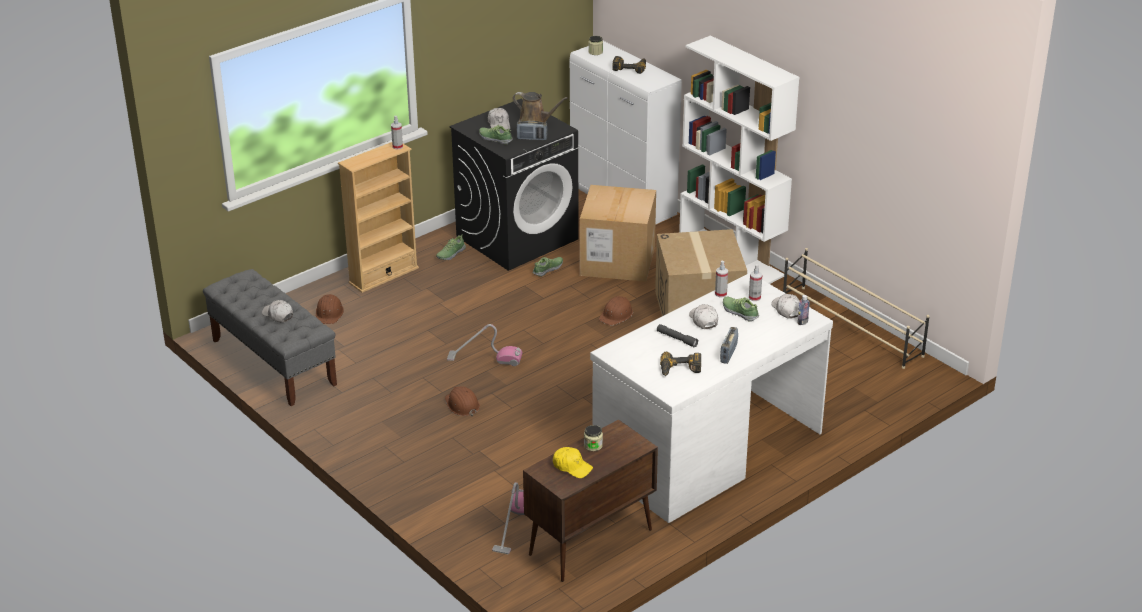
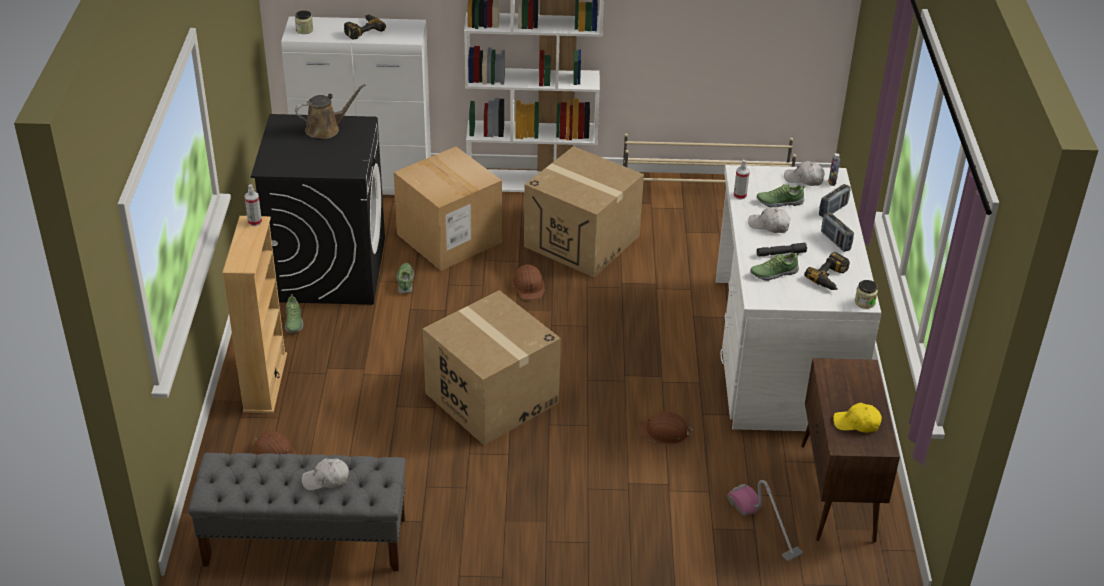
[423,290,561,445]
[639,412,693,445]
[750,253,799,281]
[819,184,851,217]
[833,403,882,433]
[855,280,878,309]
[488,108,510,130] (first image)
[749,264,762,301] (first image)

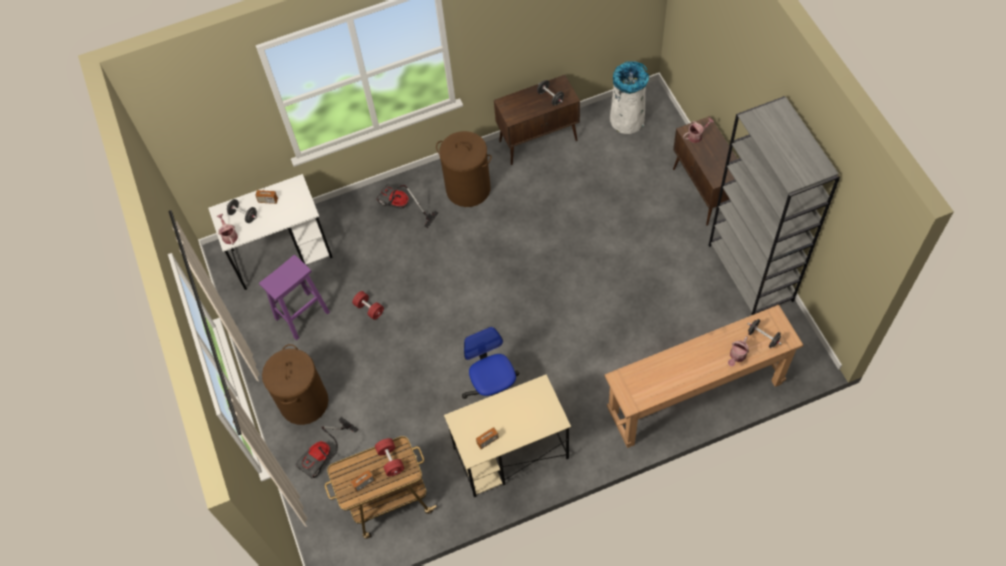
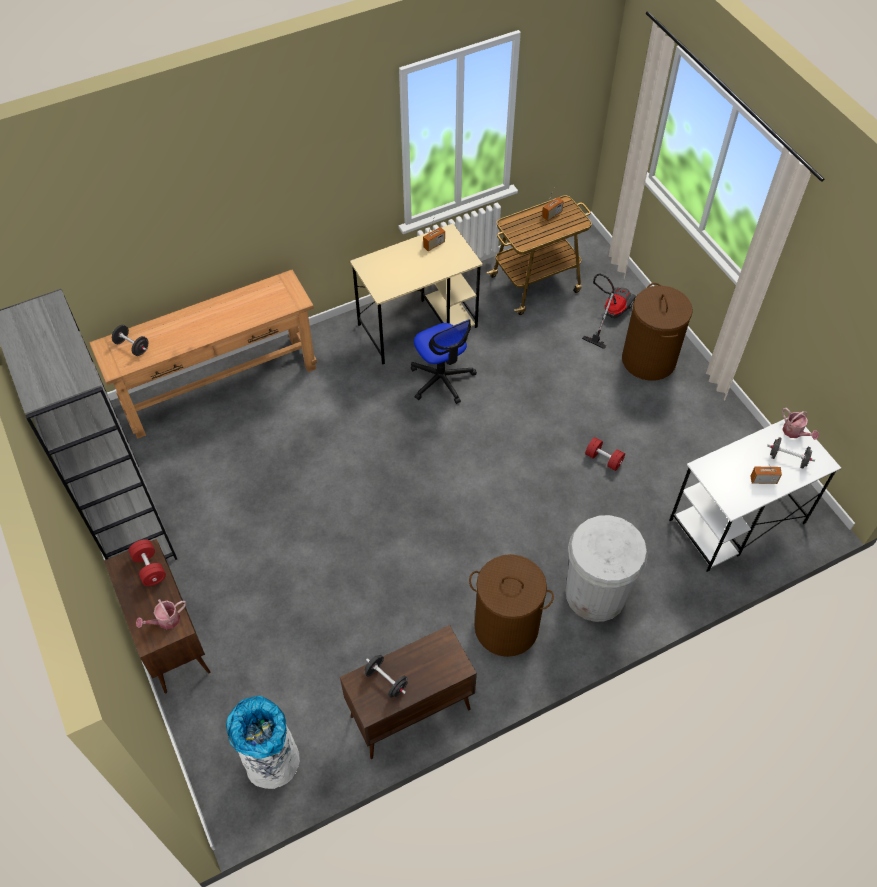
[129,539,166,586]
[565,515,648,622]
[259,255,330,340] (first image)
[728,336,749,367] (first image)

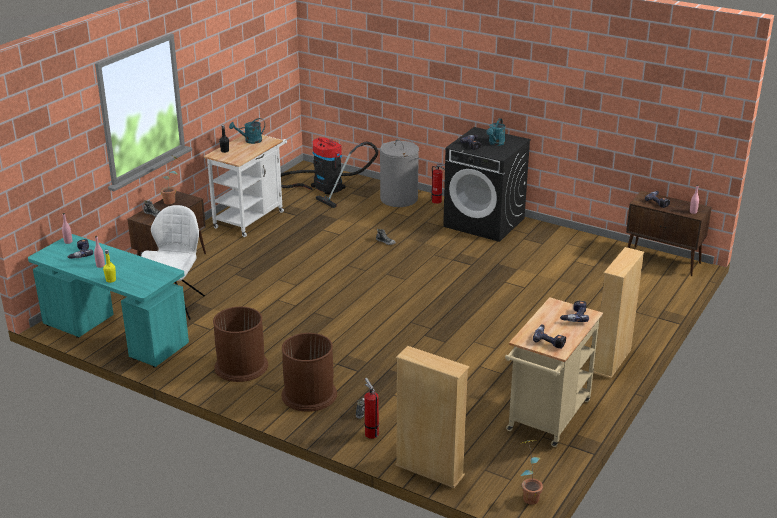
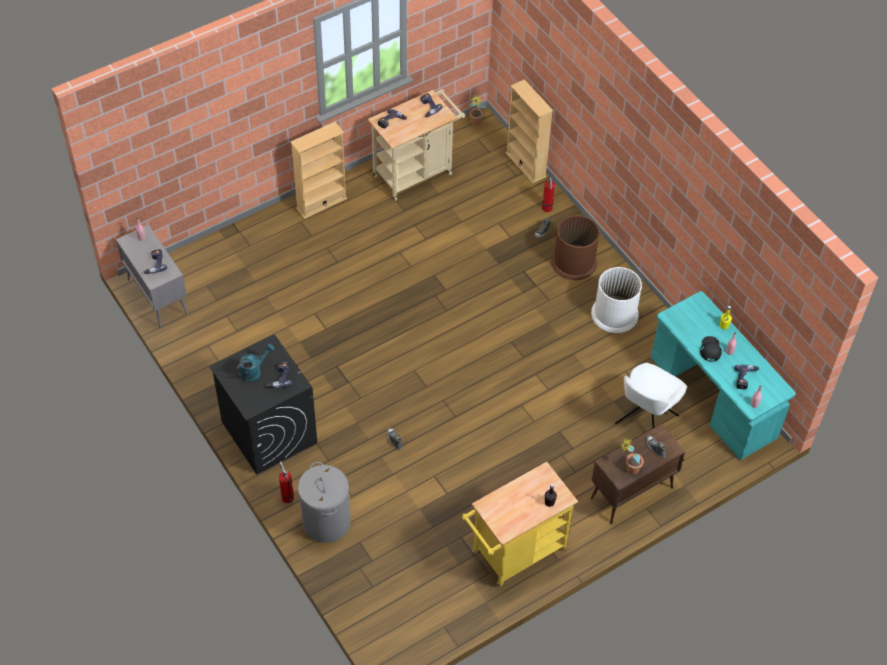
[116,225,188,328]
[462,462,578,587]
[591,267,642,333]
[700,336,722,362]
[229,118,265,144] (first image)
[281,137,378,208] (first image)

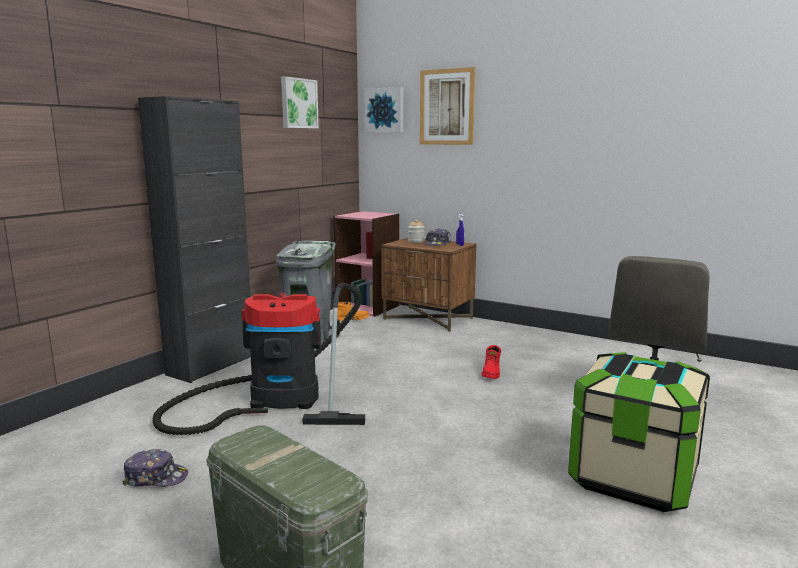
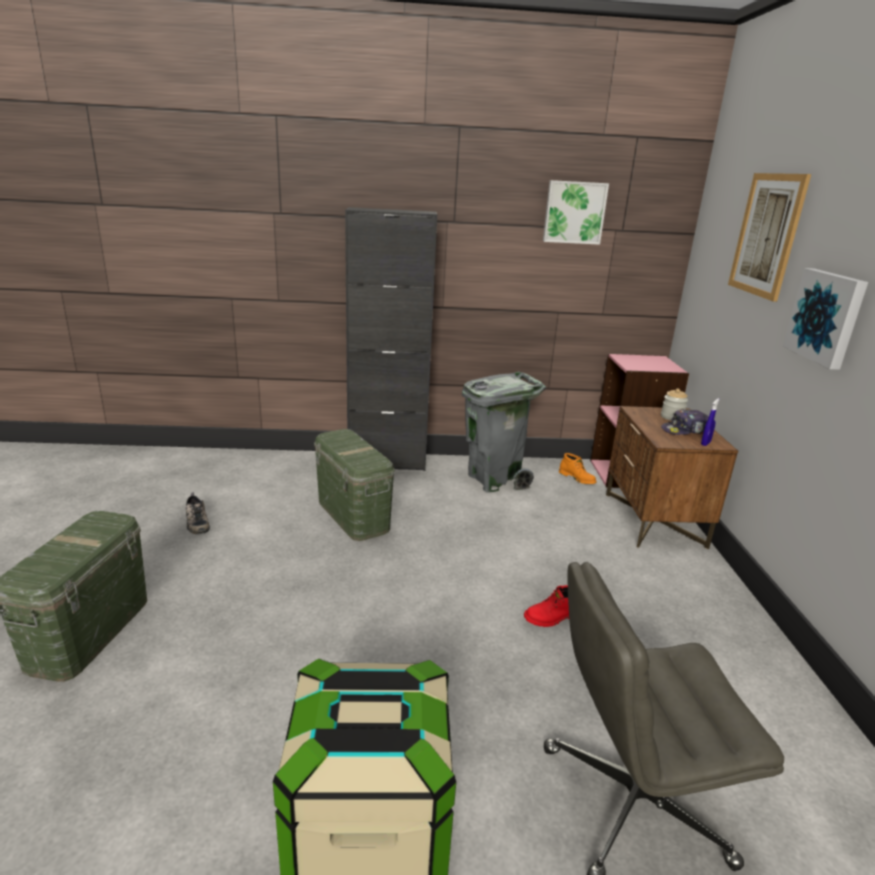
[186,492,210,534]
[314,429,395,541]
[783,268,868,370]

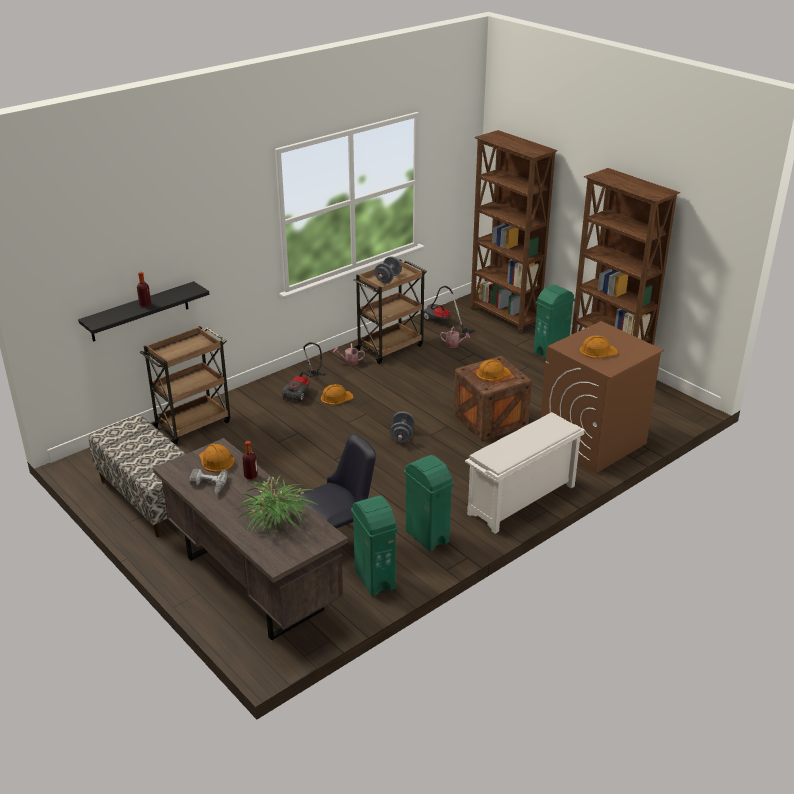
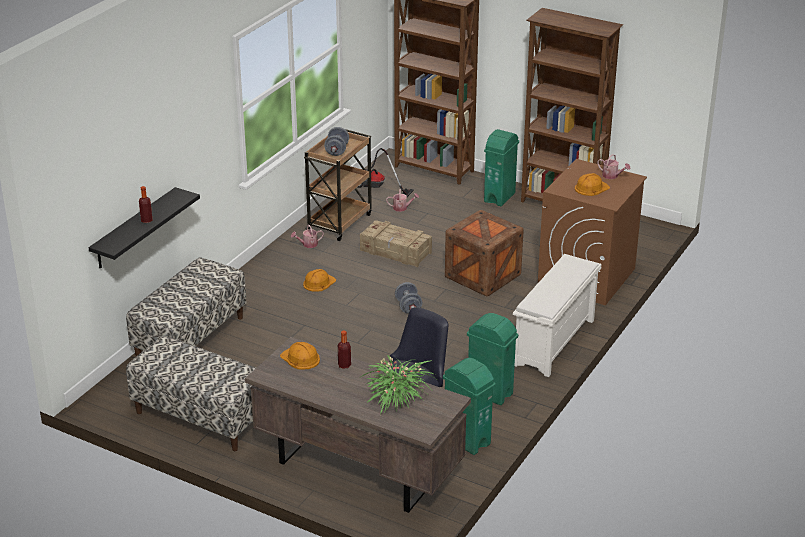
[126,257,246,356]
[360,220,432,267]
[597,154,630,179]
[190,469,228,494] (first image)
[282,342,326,403] (first image)
[477,359,511,382] (first image)

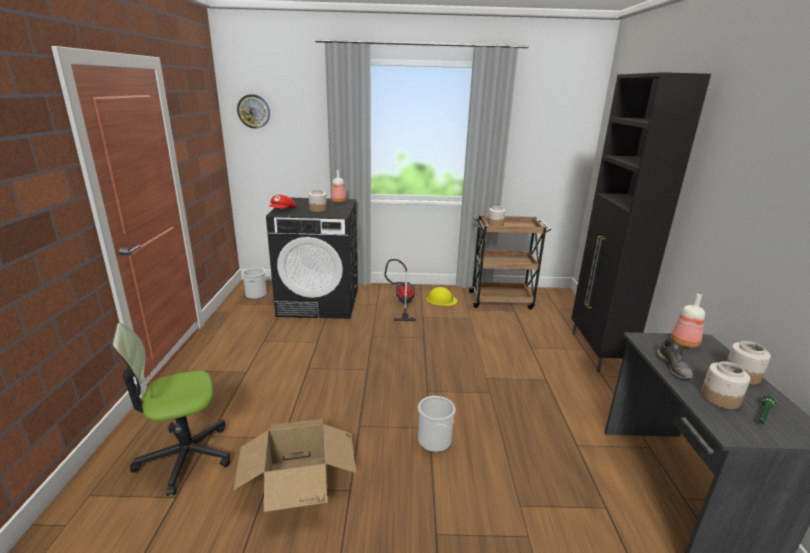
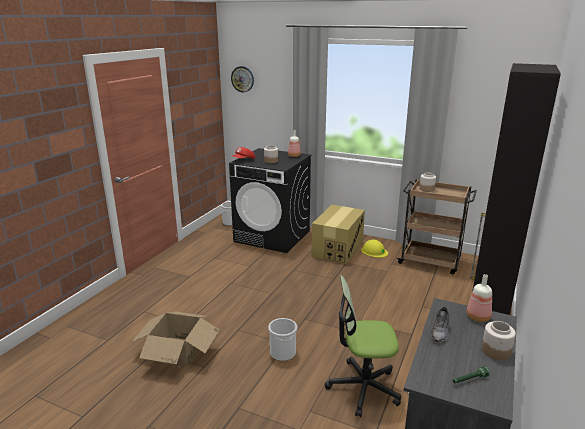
[311,205,365,264]
[325,275,401,417]
[701,361,750,409] (first image)

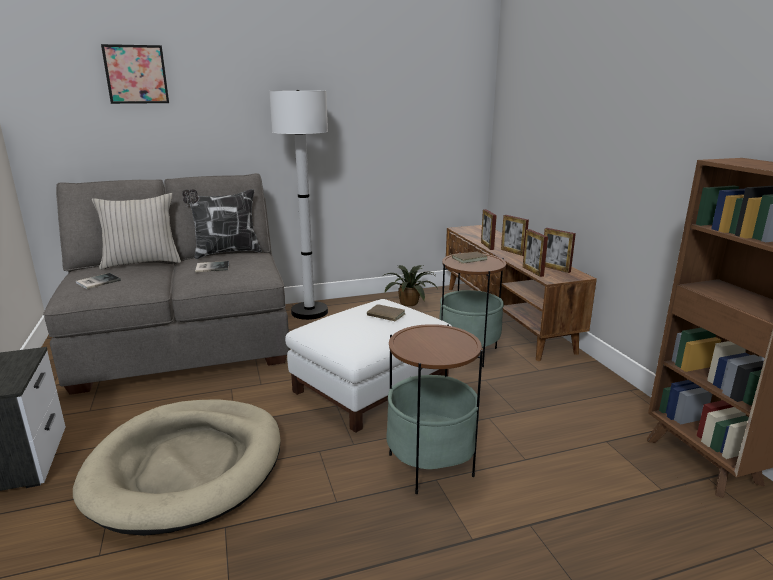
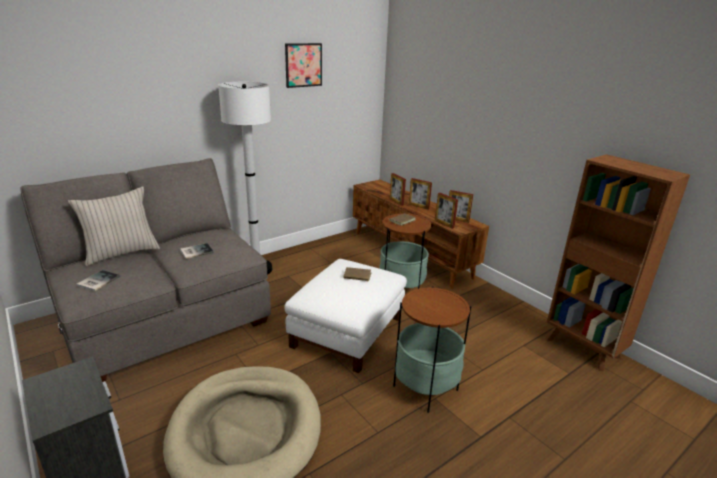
[285,43,322,88]
[182,189,262,259] (first image)
[381,265,438,306] (first image)

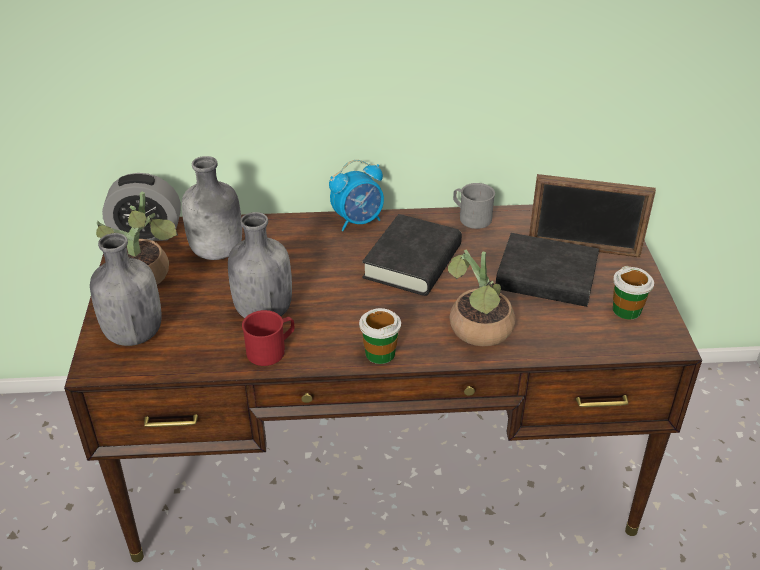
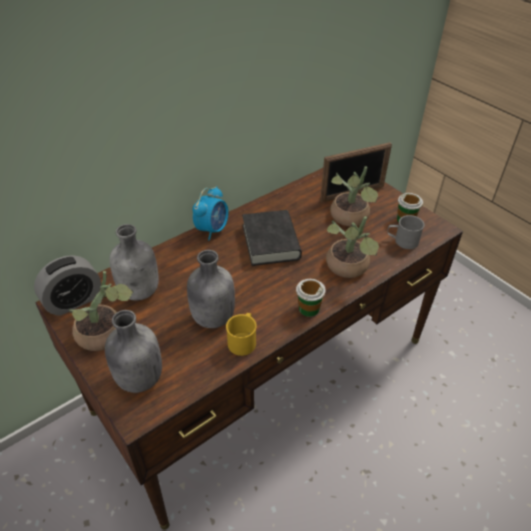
[226,313,257,356]
[331,166,378,226]
[388,215,425,249]

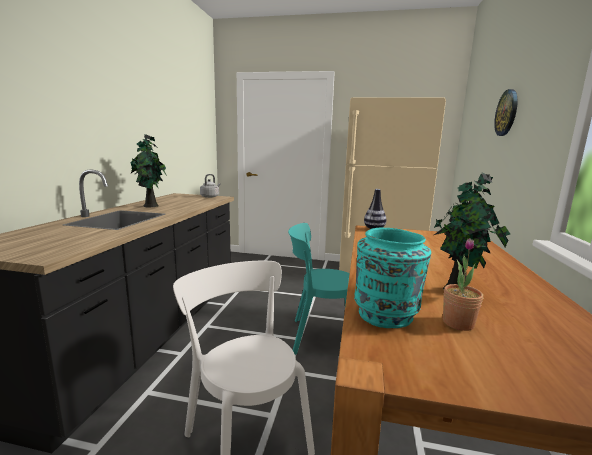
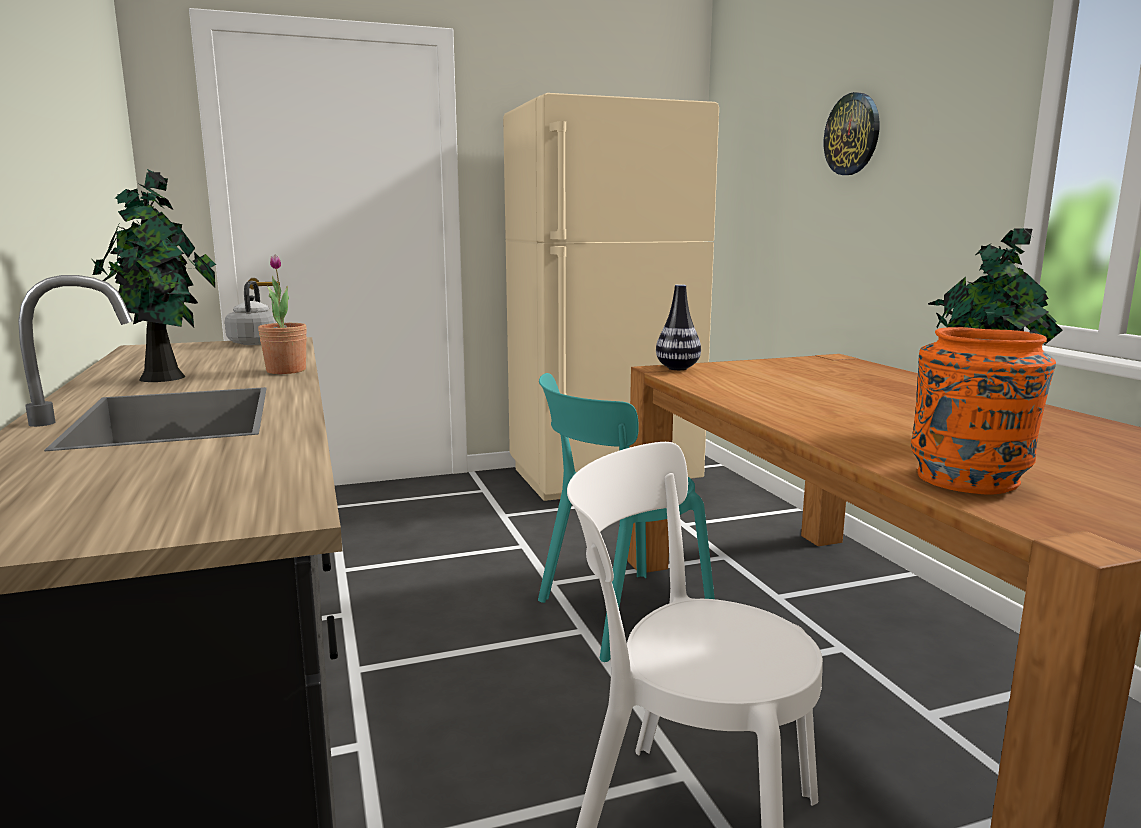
[258,255,307,374]
[911,327,1056,495]

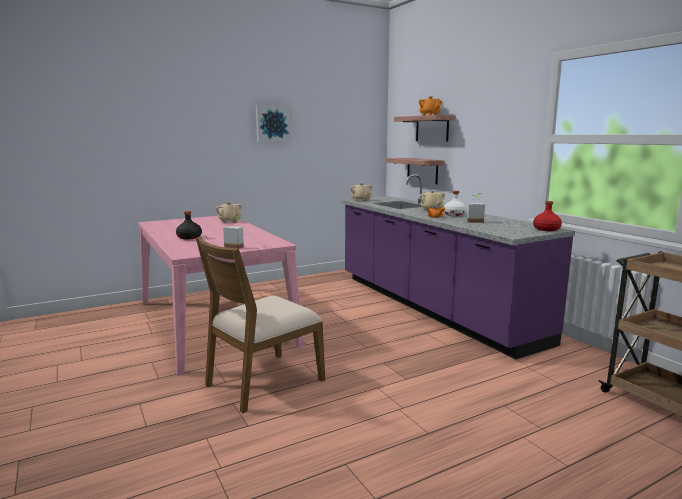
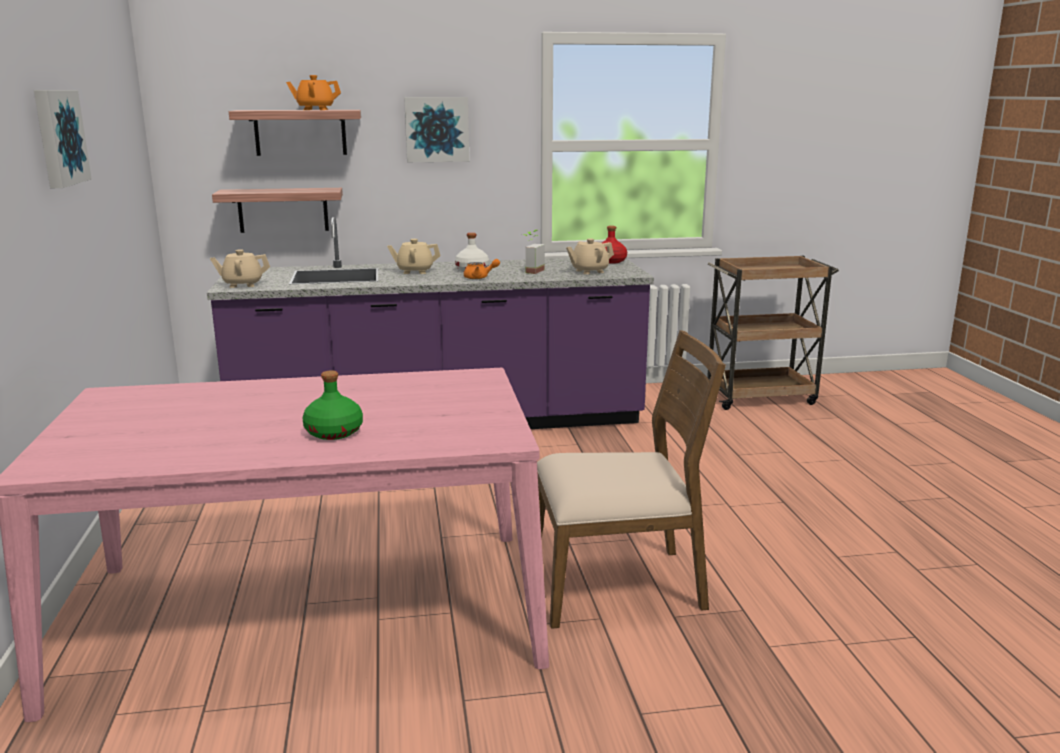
[303,371,363,440]
[404,97,469,162]
[537,330,726,629]
[566,239,614,274]
[223,216,244,249] (first image)

